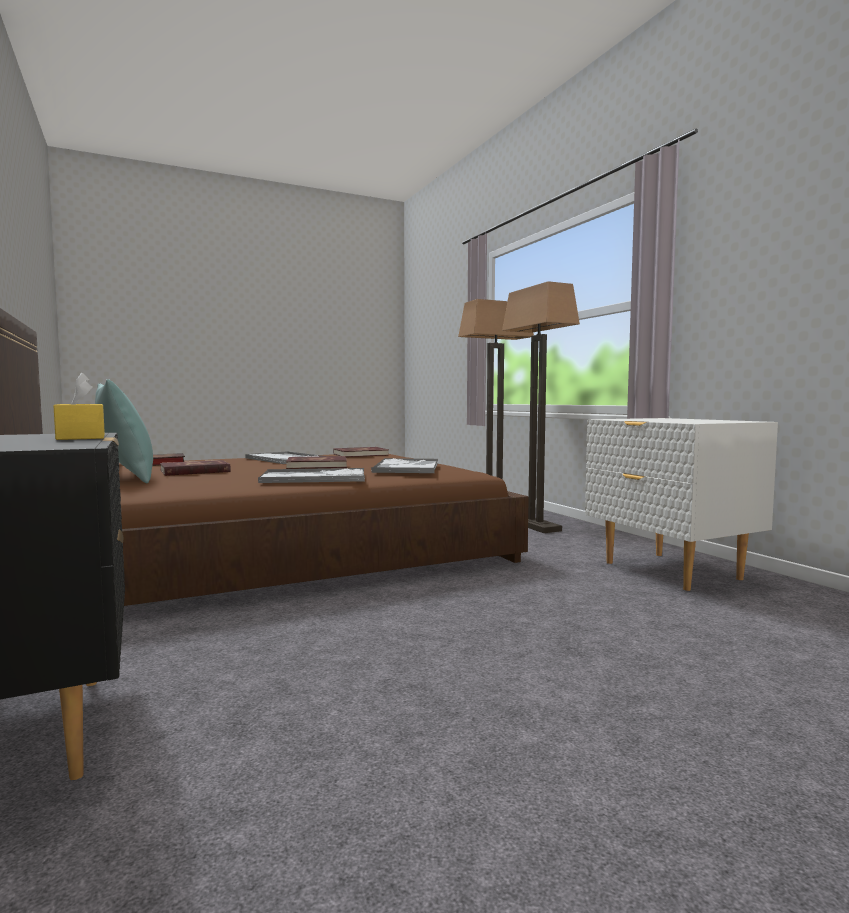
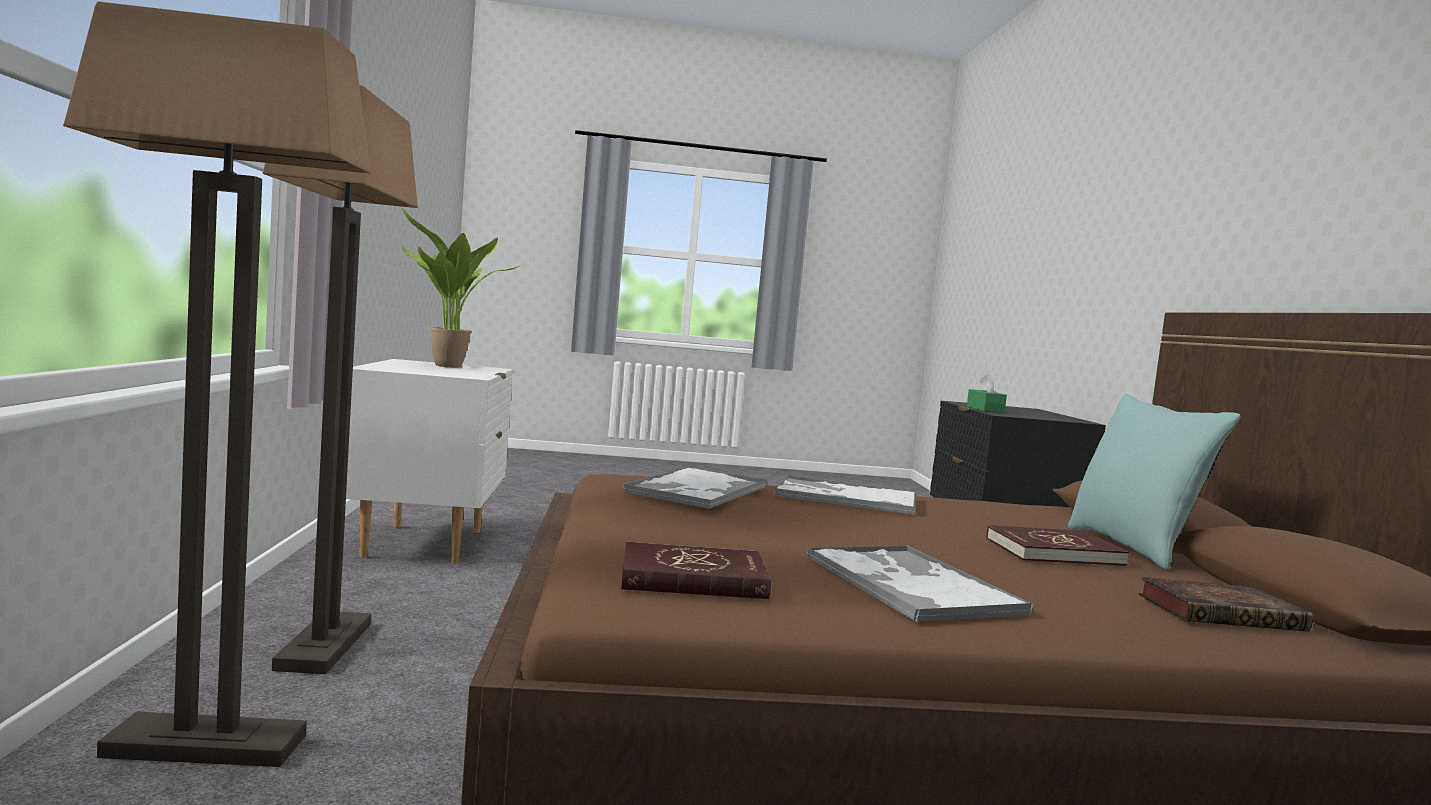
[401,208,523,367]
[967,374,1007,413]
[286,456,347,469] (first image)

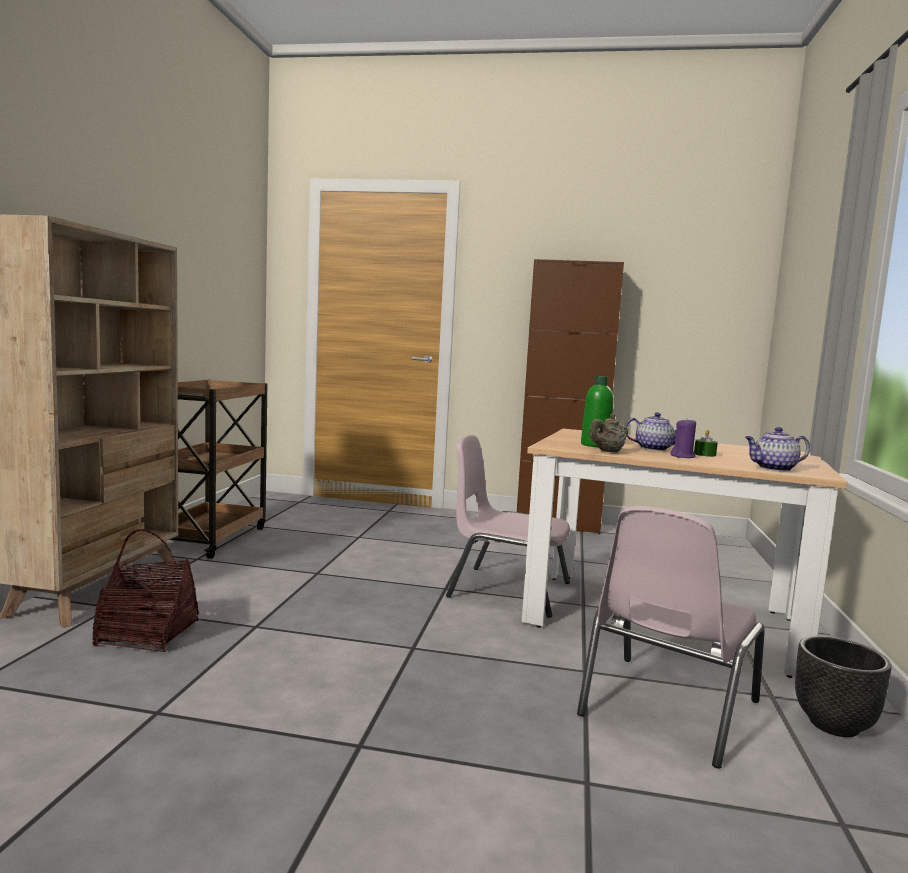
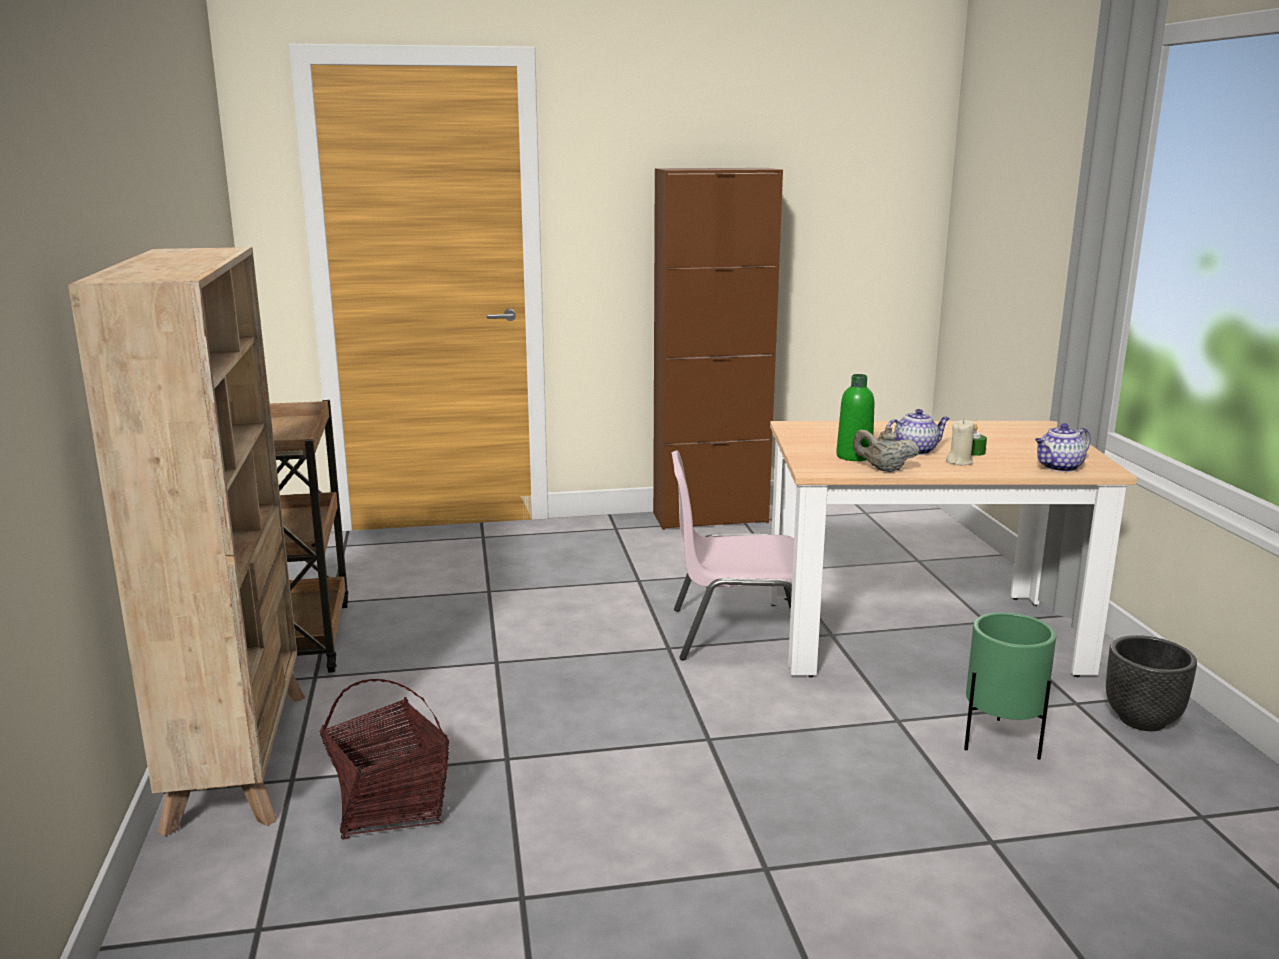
[853,426,919,472]
[946,420,975,465]
[964,612,1056,760]

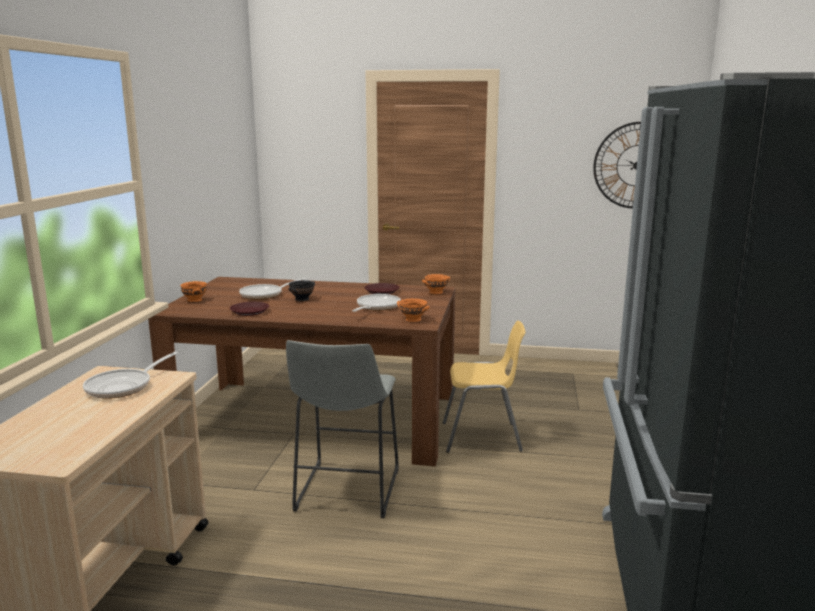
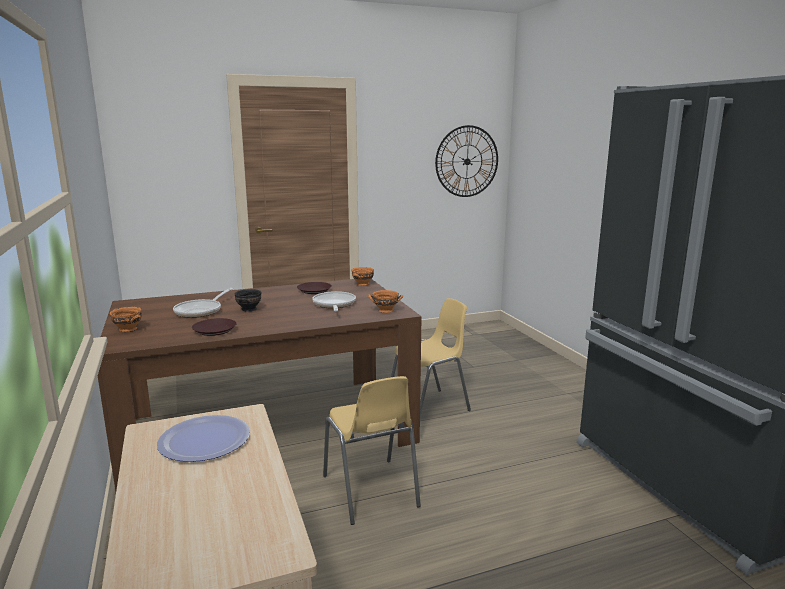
[157,415,250,462]
[323,376,421,525]

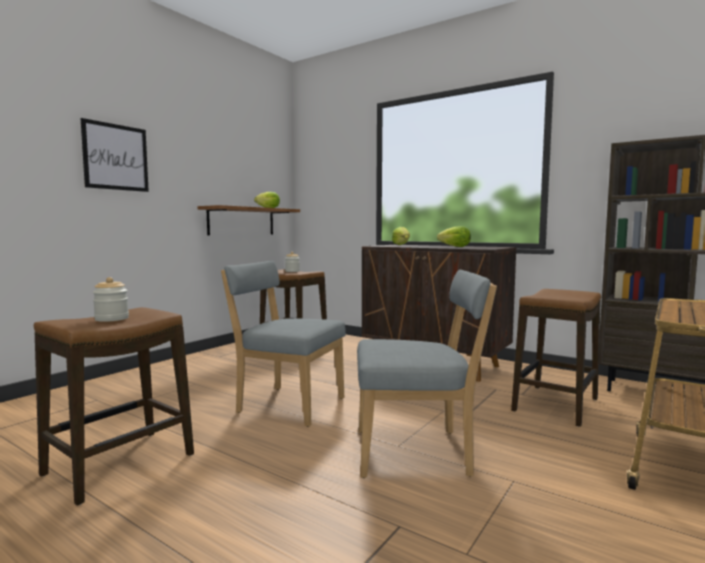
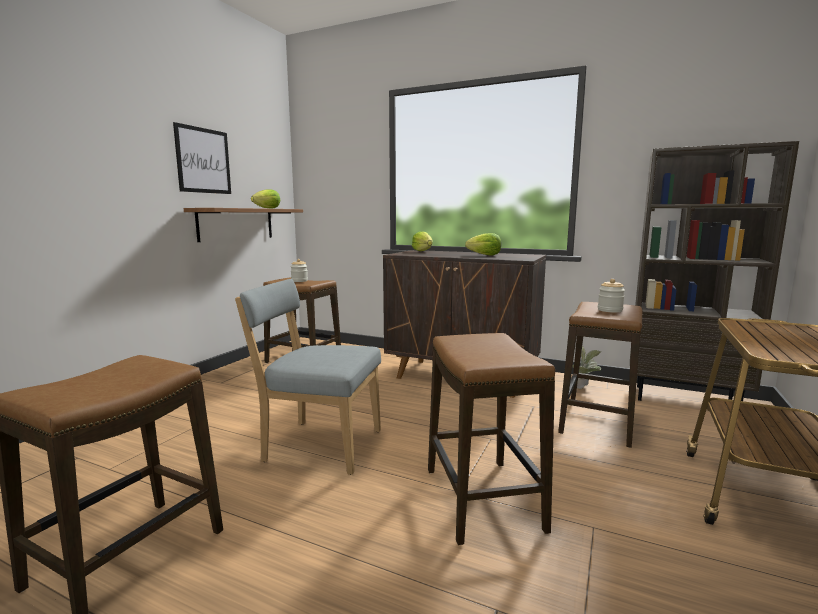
[173,122,231,194]
[428,333,555,545]
[572,346,602,389]
[598,279,625,313]

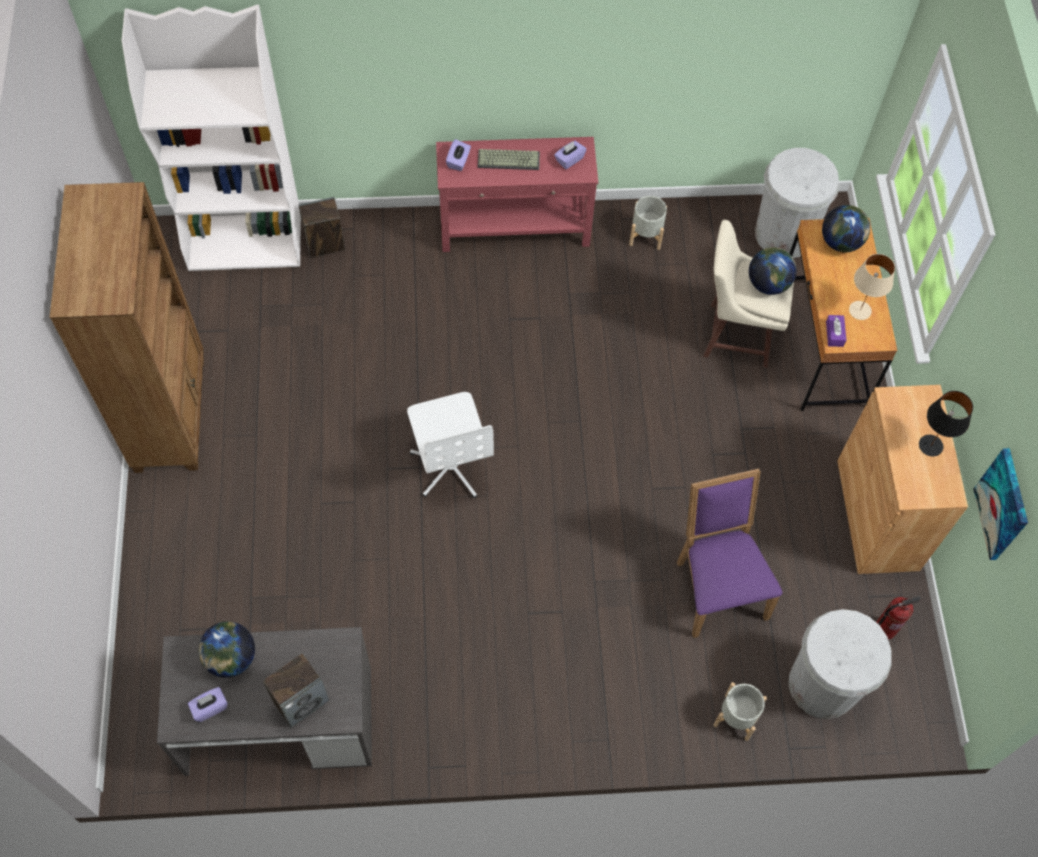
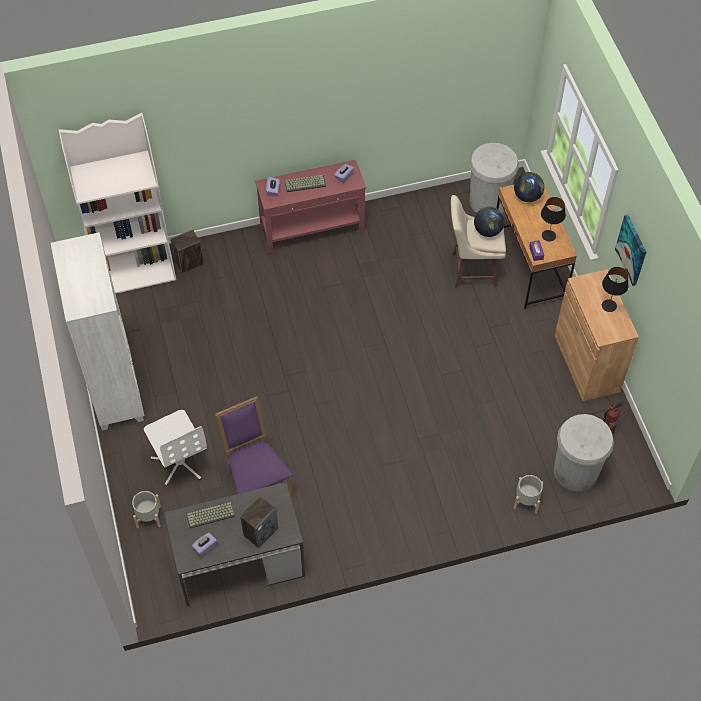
[51,232,144,431]
[132,491,161,528]
[144,410,207,487]
[186,502,235,529]
[215,396,294,497]
[541,197,566,242]
[615,215,646,286]

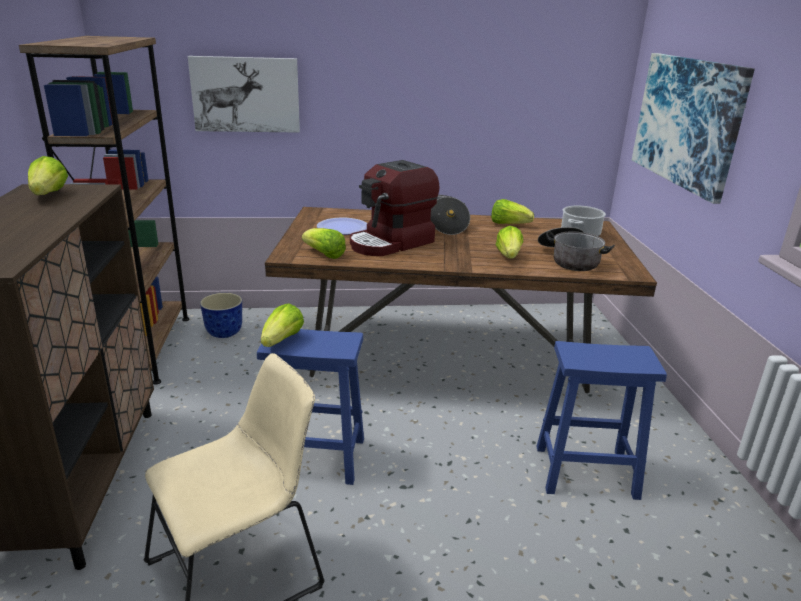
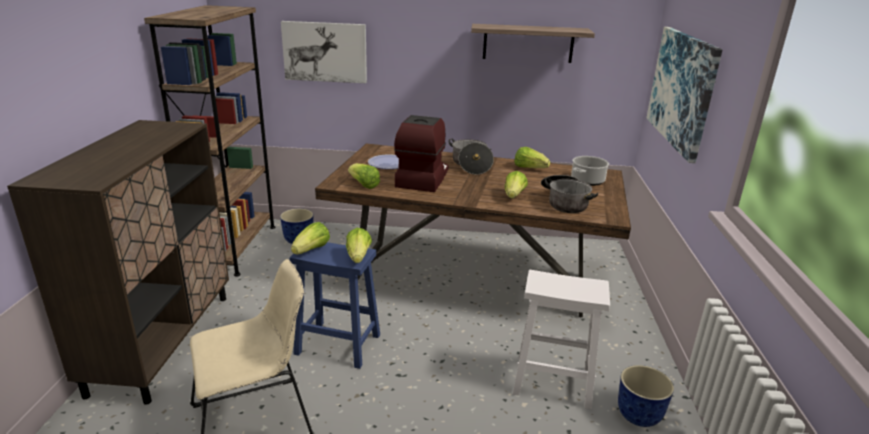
[346,228,372,263]
[394,115,449,192]
[471,24,595,63]
[513,270,610,409]
[618,365,674,427]

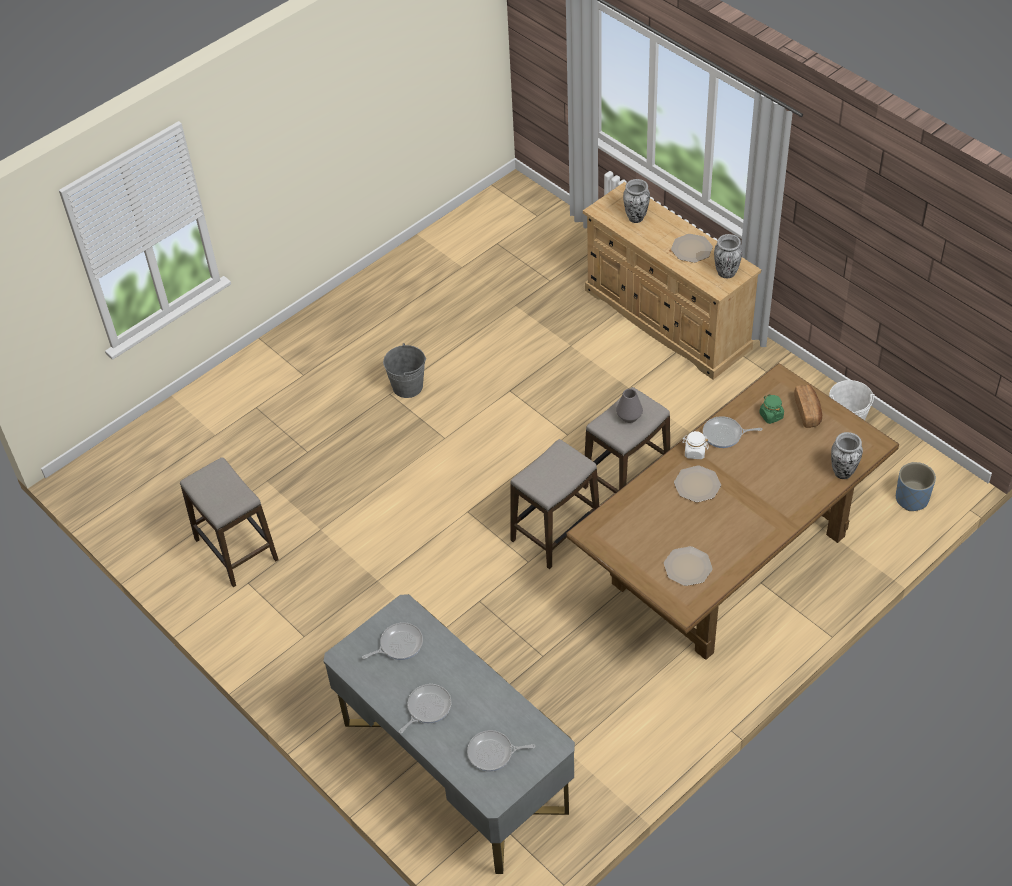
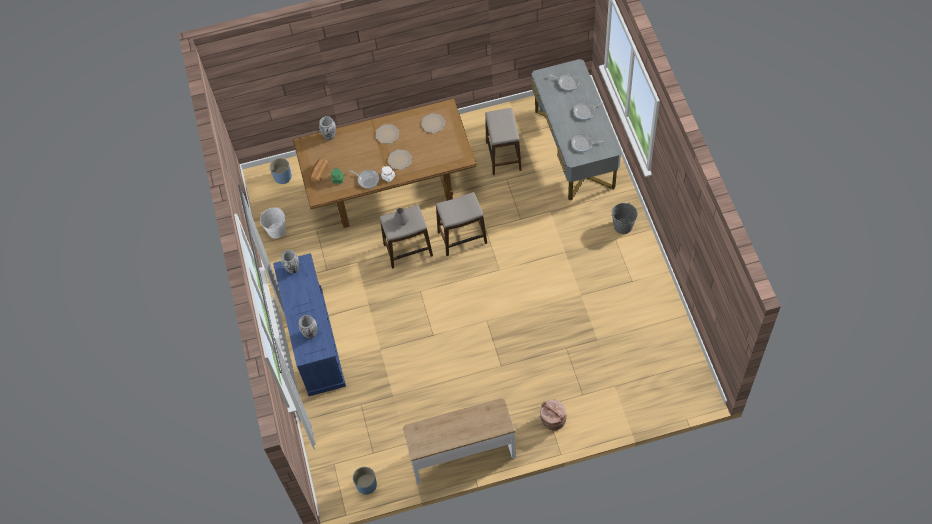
[273,253,346,396]
[353,467,377,495]
[375,124,399,144]
[403,398,516,485]
[485,108,522,175]
[540,400,567,430]
[612,203,638,234]

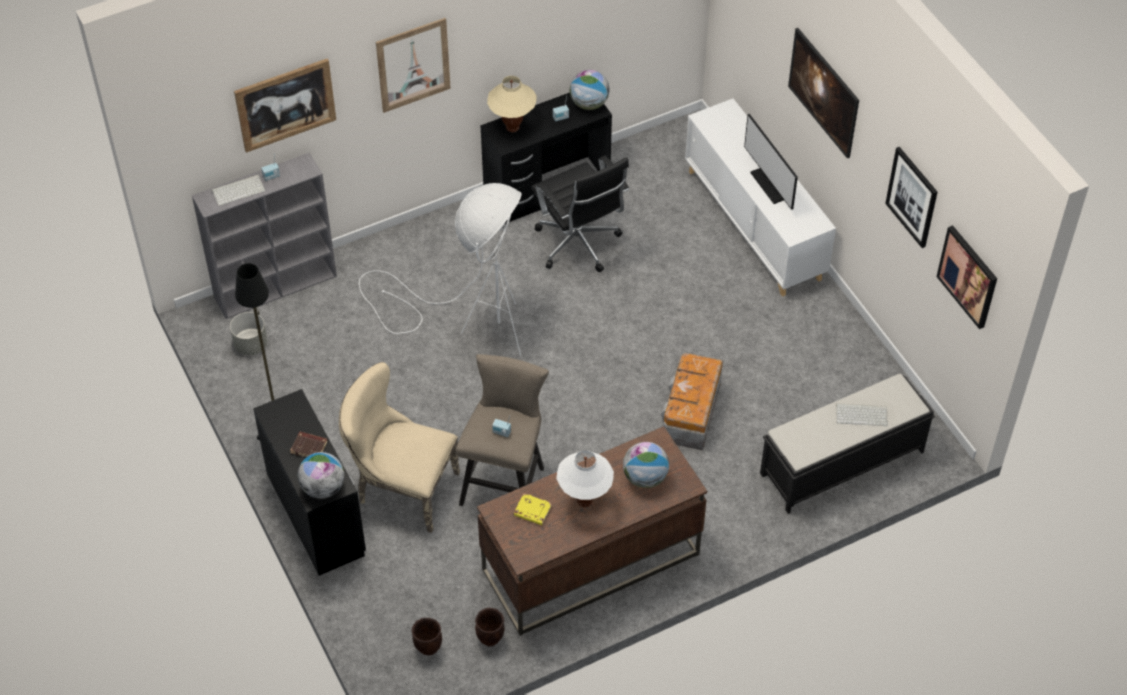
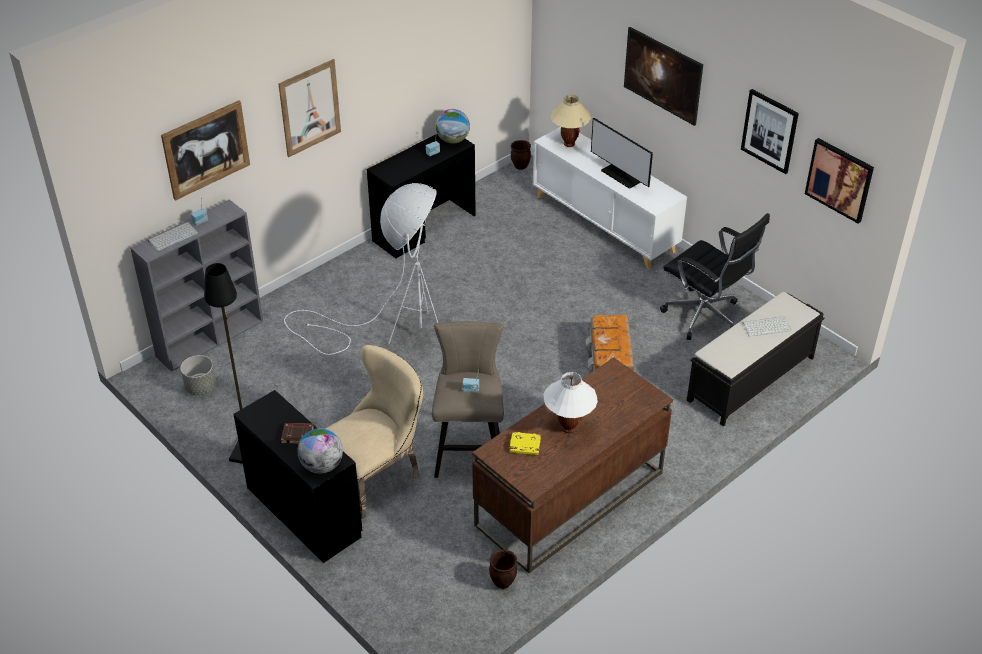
[325,345,423,519]
[511,140,531,170]
[550,95,591,147]
[660,213,770,340]
[623,442,669,488] (first image)

